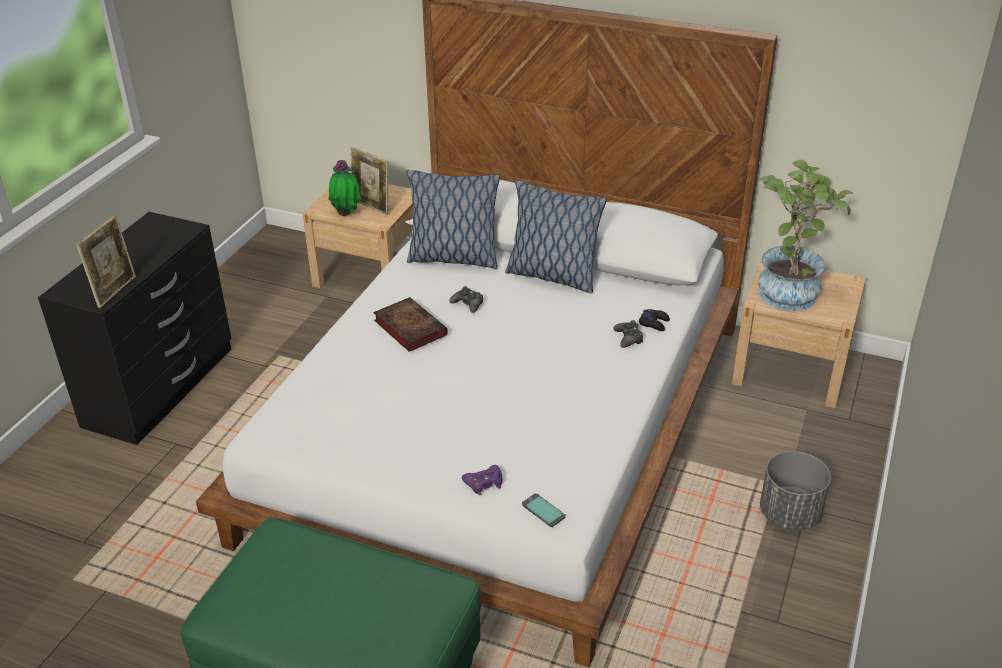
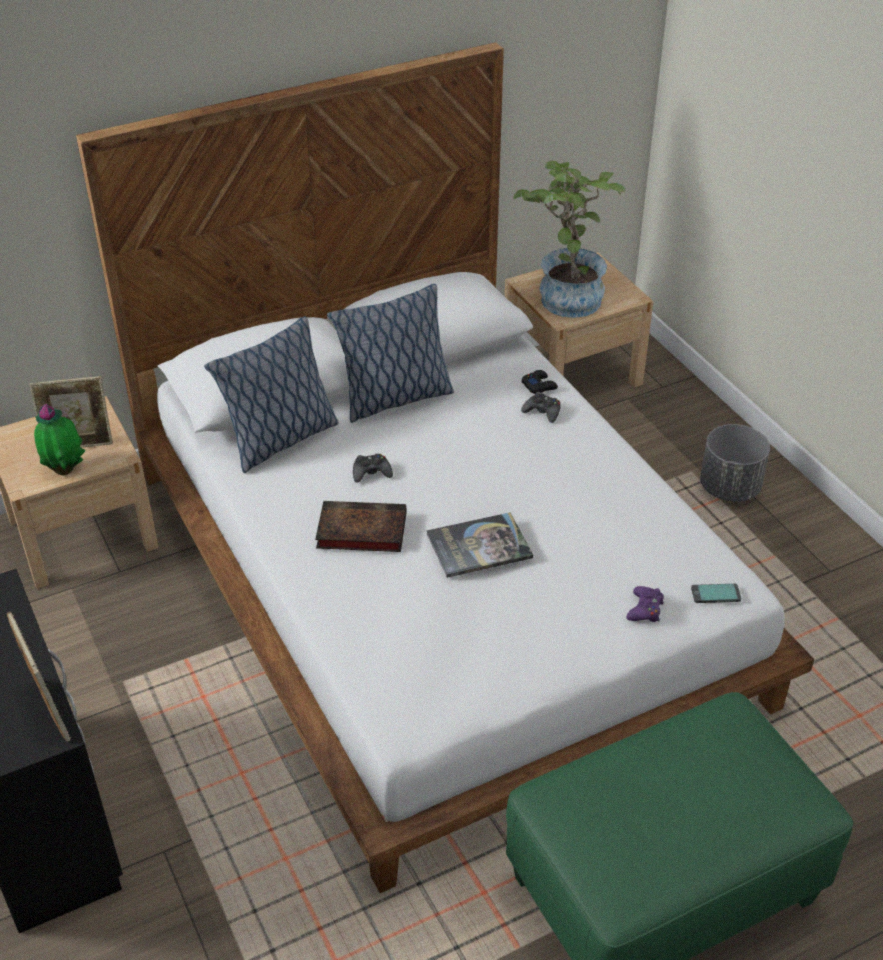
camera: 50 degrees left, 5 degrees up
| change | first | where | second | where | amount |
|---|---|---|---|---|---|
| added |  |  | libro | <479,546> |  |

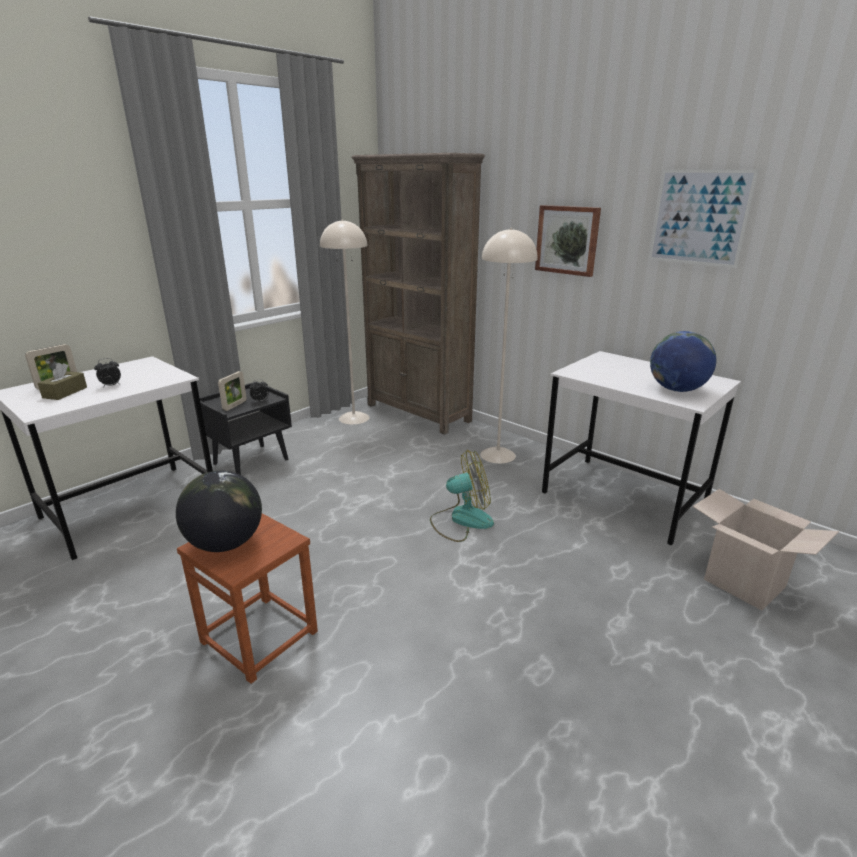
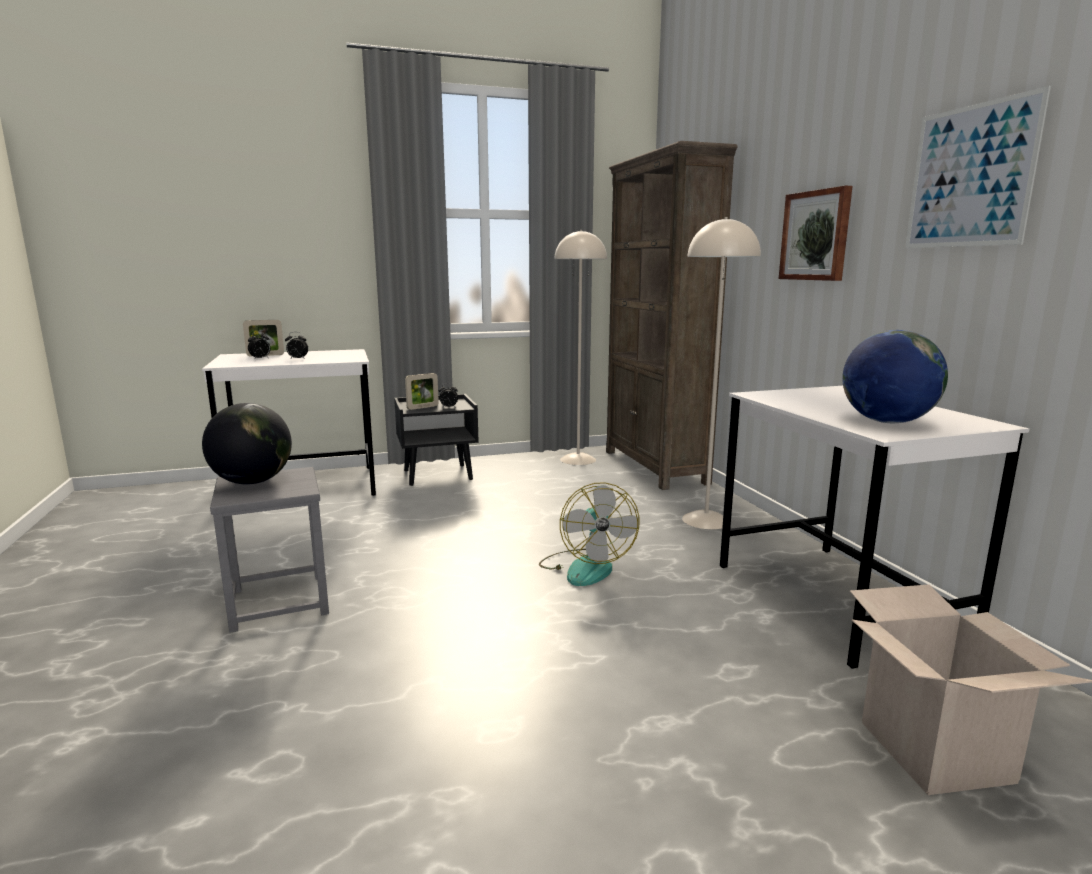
camera: 30 degrees right, 10 degrees down
| change | first | where | second | where | amount |
|---|---|---|---|---|---|
| replaced | caja de pañuelos [marrón] | <65,392> | despertador | <260,359> |  |
| turned | ventilador | <461,520> |  | <585,567> | 60 degrees clockwise |
| recoloured | taburete [marrón] | <260,636> | taburete [gris] | <280,601> |  |

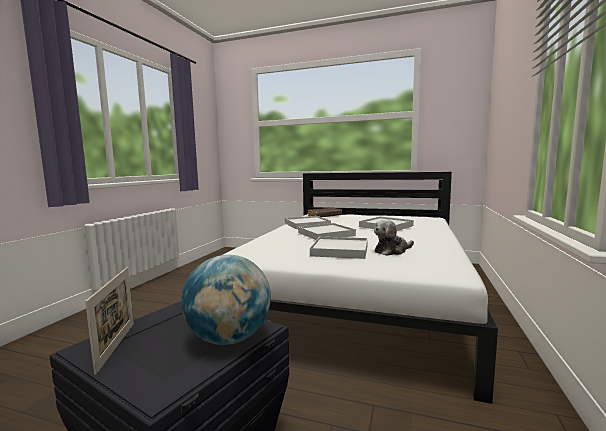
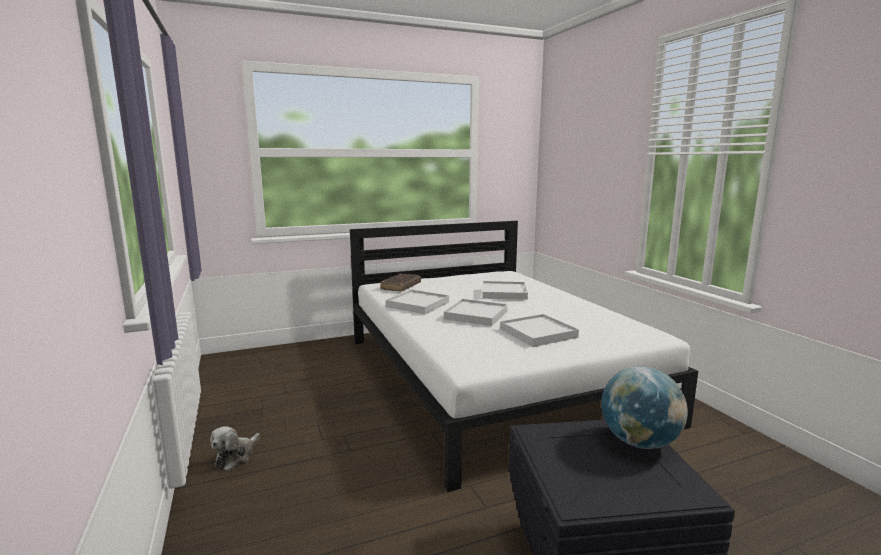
camera: 40 degrees left, 5 degrees up
| change | first | where | second | where | amount |
|---|---|---|---|---|---|
| moved | peluche | <392,251> |  | <236,457> |  |
| removed | portarretratos | <116,346> |  |  |  |

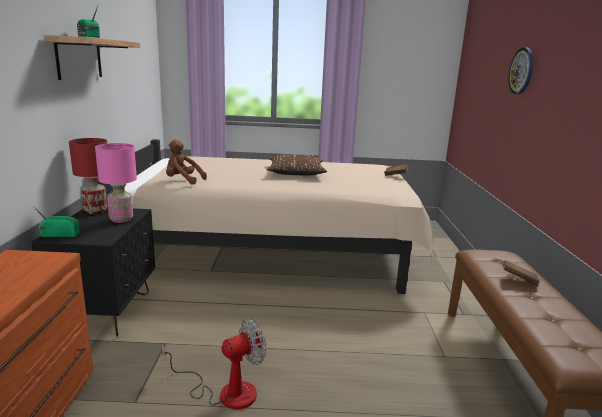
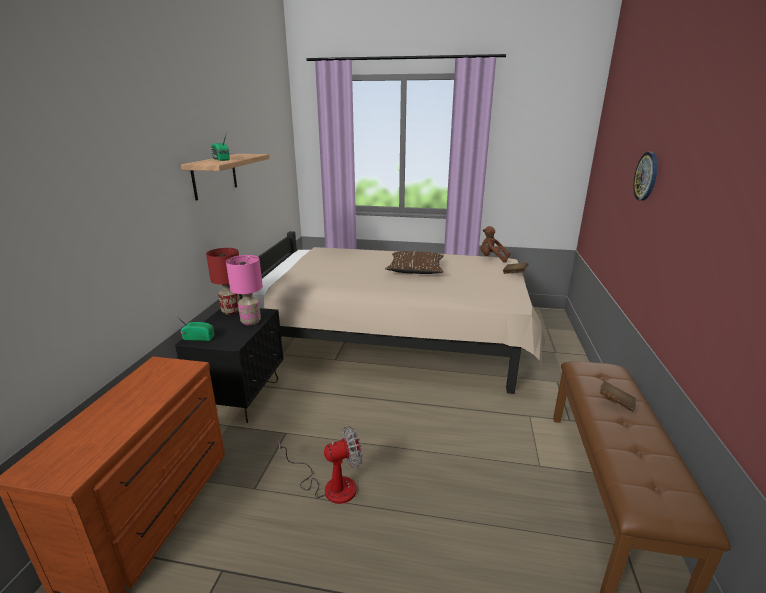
camera: 10 degrees right, 5 degrees up
| change | first | where | second | where | amount |
|---|---|---|---|---|---|
| moved | peluche [marrón] | <183,181> |  | <492,258> |  |

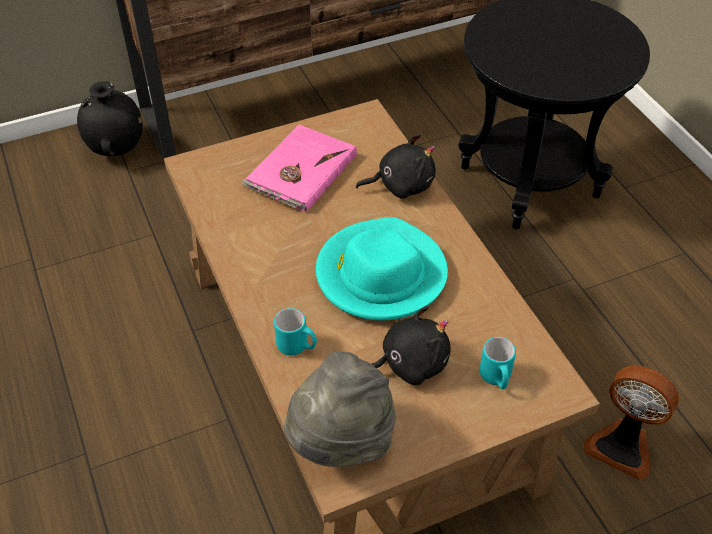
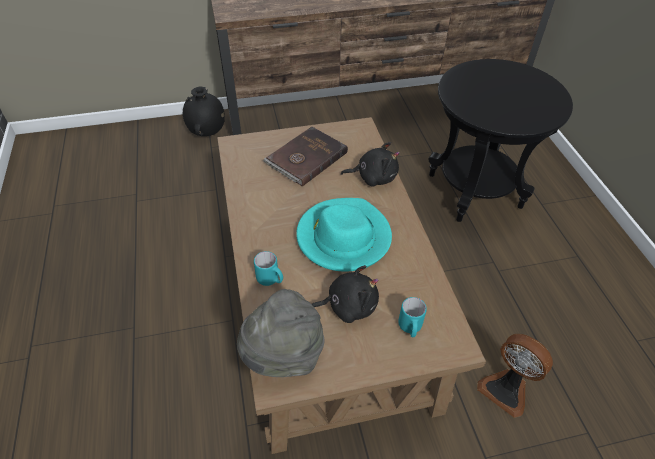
camera: 10 degrees right, 0 degrees up
| change | first | where | second | where | amount |
|---|---|---|---|---|---|
| recoloured | libro [rosa] | <300,171> | libro [marrón] | <305,158> |  |

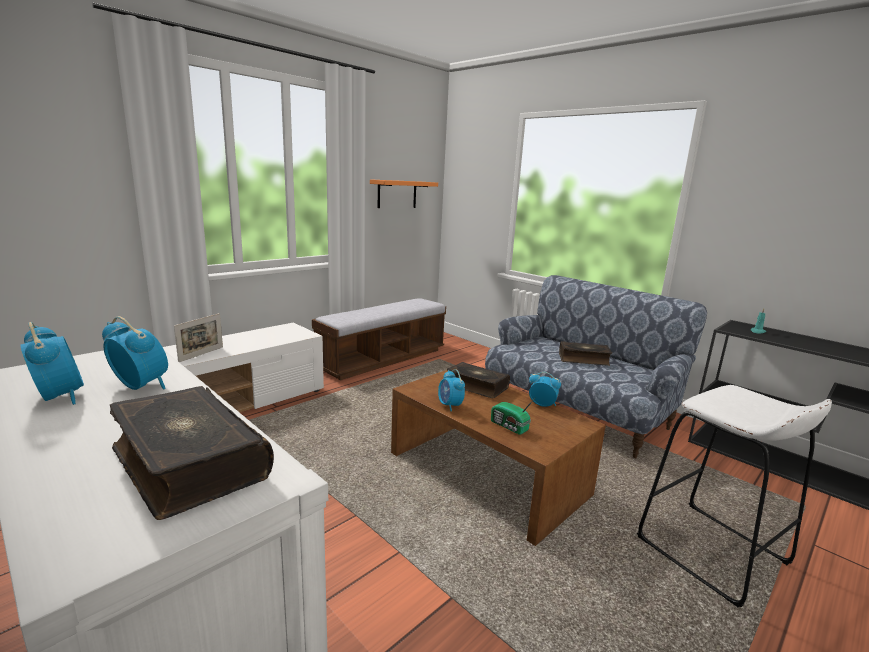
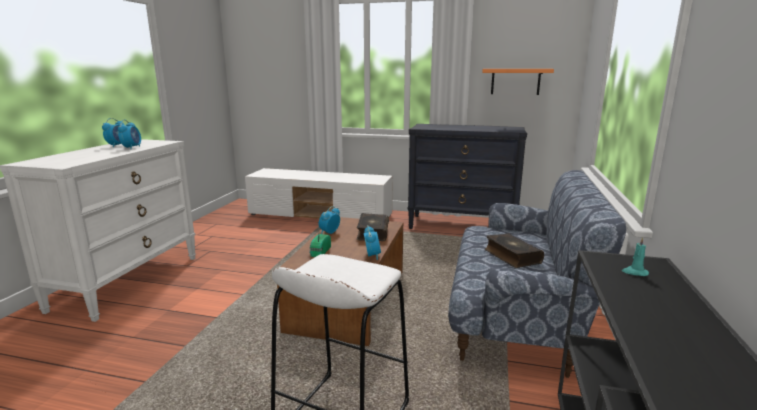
camera: 60 degrees right, 0 degrees up
| change | first | where | second | where | amount |
|---|---|---|---|---|---|
| replaced | banco | <383,359> | cómoda [negro] | <462,226> |  |
| removed | portarretratos | <201,354> |  |  |  |
| removed | libro | <187,463> |  |  |  |

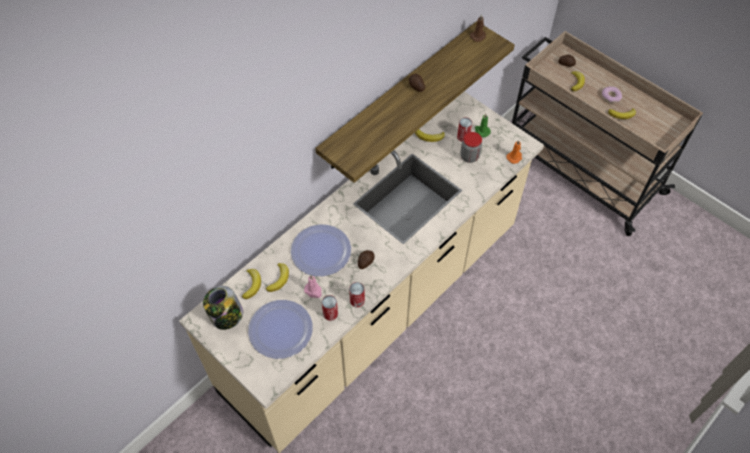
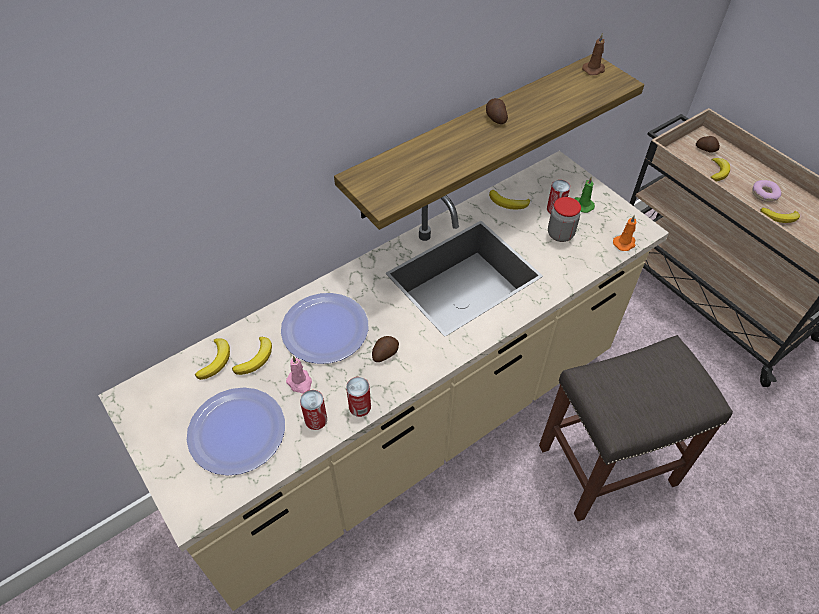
camera: 10 degrees right, 5 degrees down
| change | first | where | second | where | amount |
|---|---|---|---|---|---|
| removed | tarro | <226,317> |  |  |  |
| added |  |  | taburete [gris] | <608,463> |  |

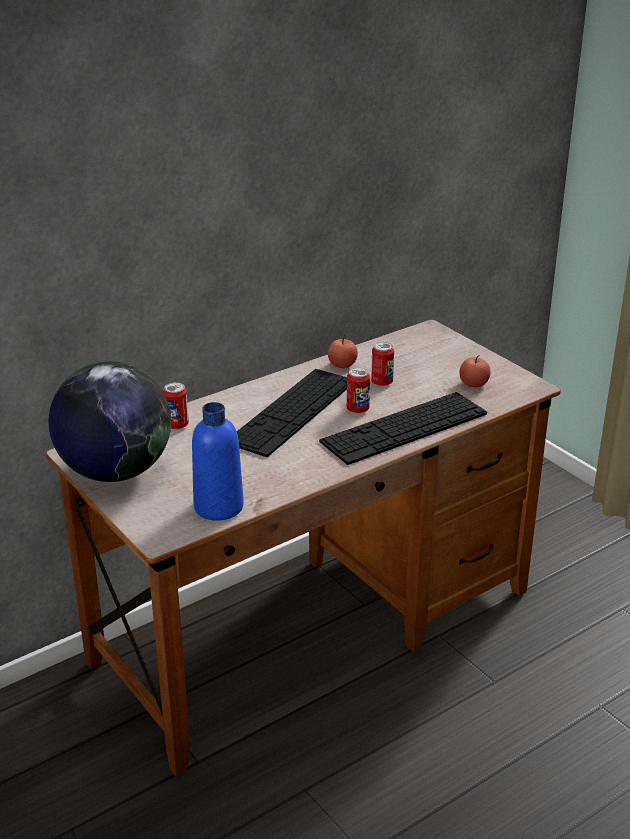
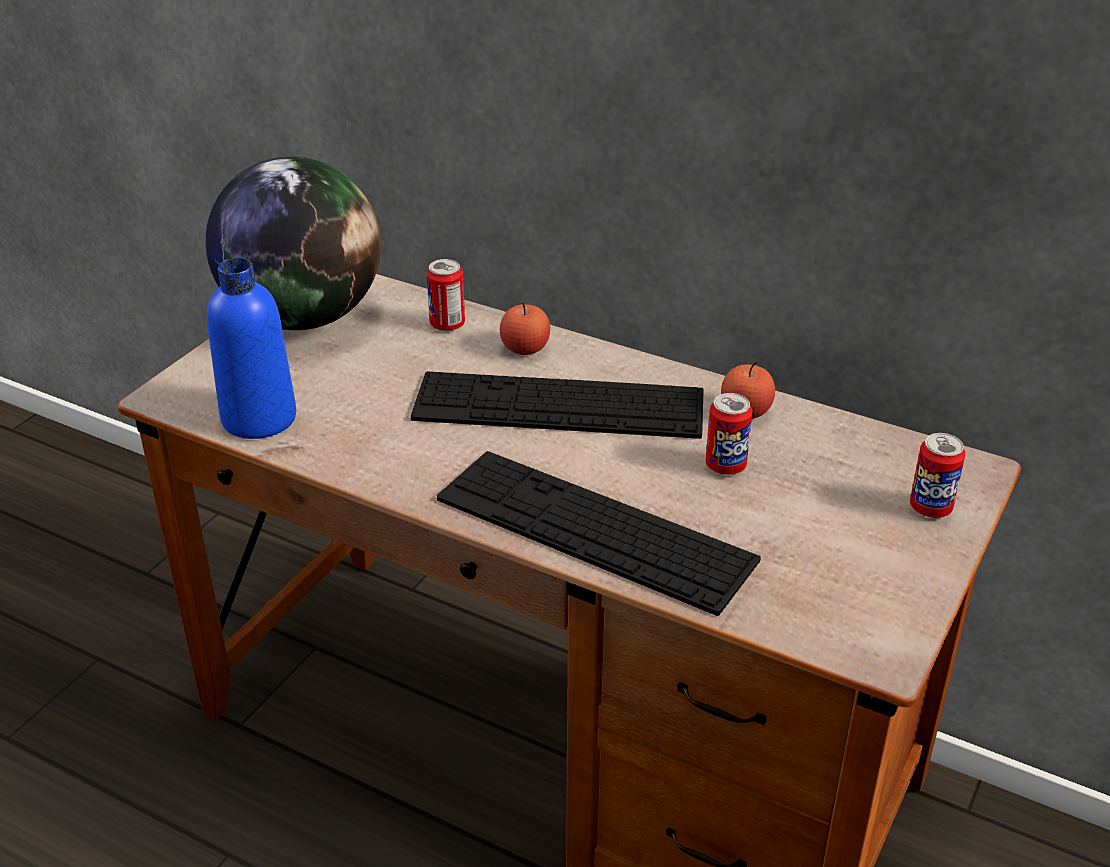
camera: 65 degrees right, 5 degrees up
| change | first | where | second | where | amount |
|---|---|---|---|---|---|
| moved | manzana | <474,384> |  | <525,349> |  |
| moved | lata | <357,409> |  | <930,508> |  |

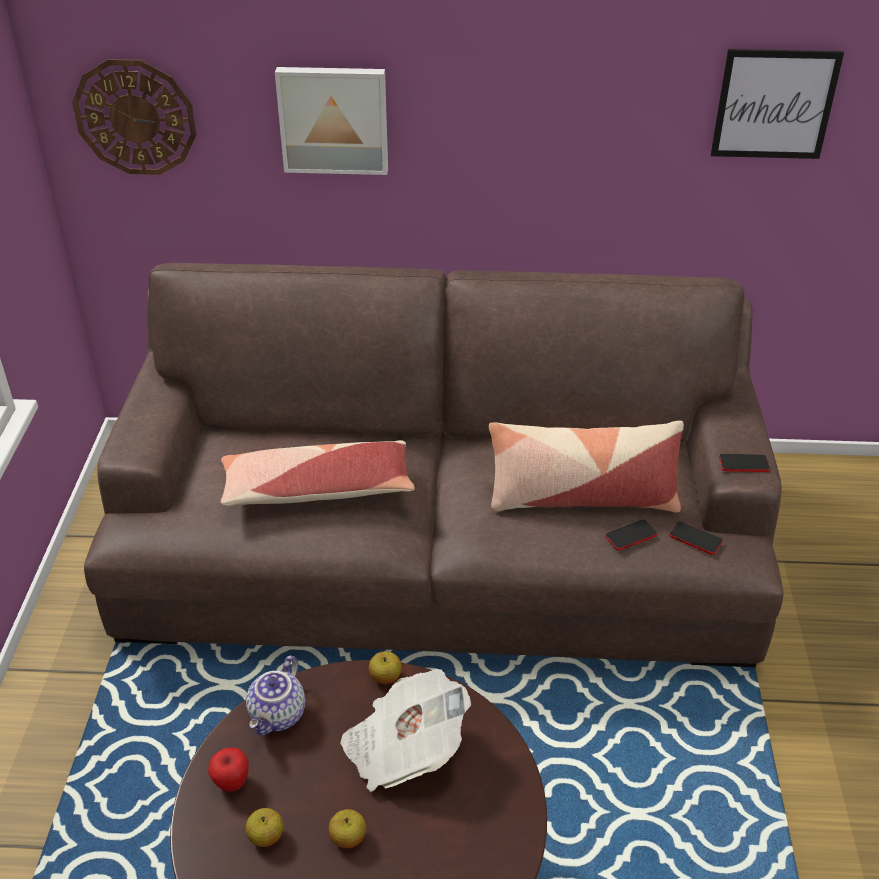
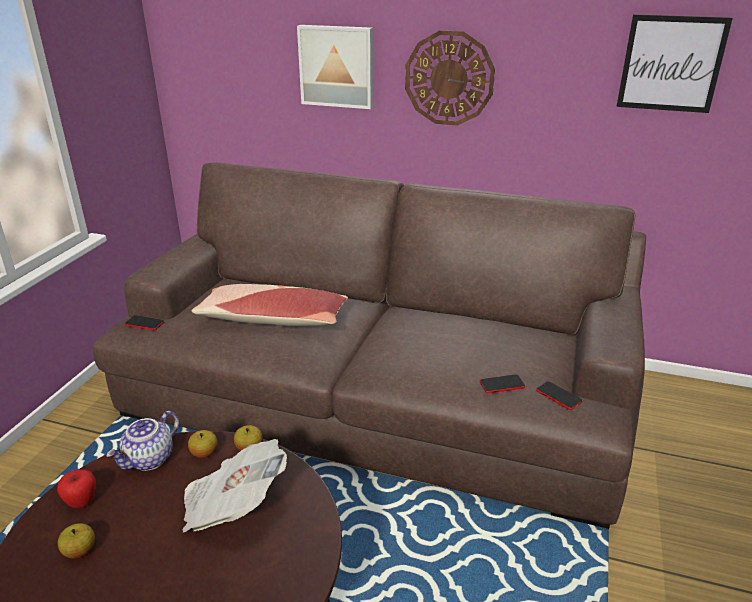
camera: 15 degrees right, 10 degrees down
| change | first | where | second | where | amount |
|---|---|---|---|---|---|
| moved | reloj de pared | <135,117> |  | <449,78> |  |
| removed | cojín | <582,497> |  |  |  |
| moved | móvil | <743,464> |  | <144,324> |  |
| moved | manzana | <348,838> |  | <204,453> |  |

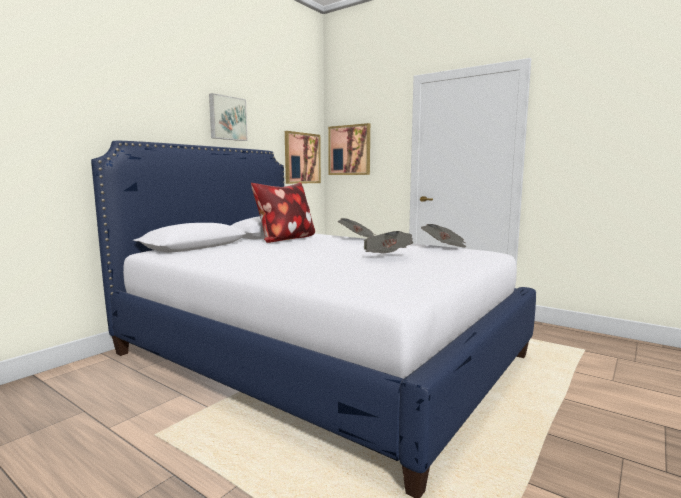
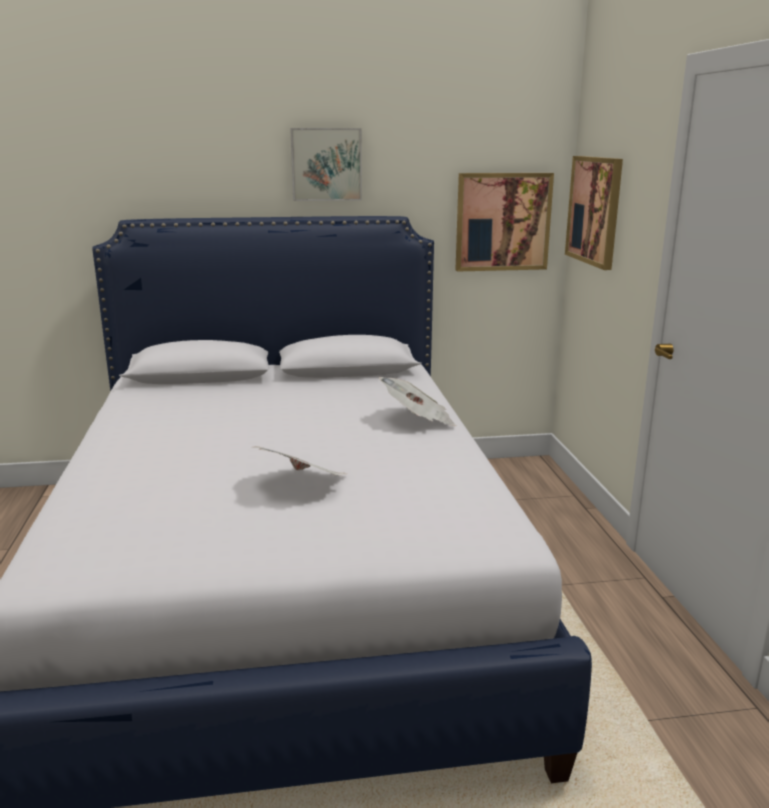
camera: 45 degrees right, 10 degrees up
| change | first | where | second | where | amount |
|---|---|---|---|---|---|
| removed | cojín | <285,239> |  |  |  |
| removed | periódico | <445,248> |  |  |  |

